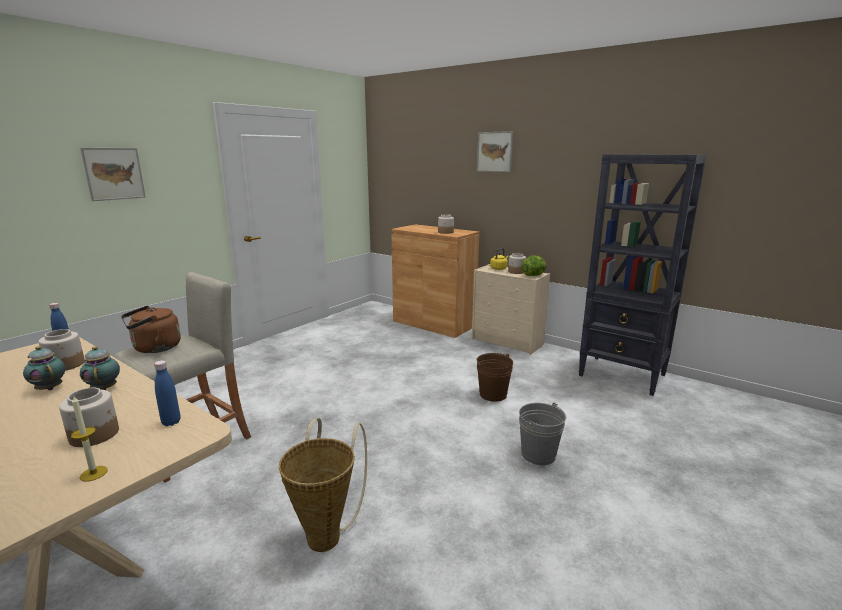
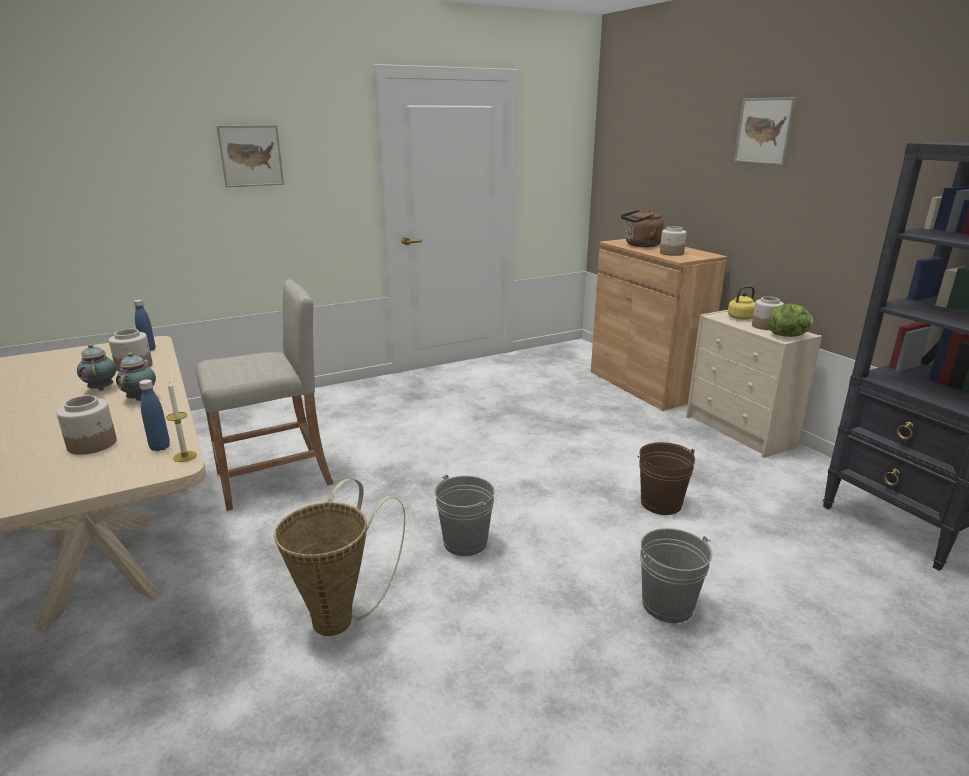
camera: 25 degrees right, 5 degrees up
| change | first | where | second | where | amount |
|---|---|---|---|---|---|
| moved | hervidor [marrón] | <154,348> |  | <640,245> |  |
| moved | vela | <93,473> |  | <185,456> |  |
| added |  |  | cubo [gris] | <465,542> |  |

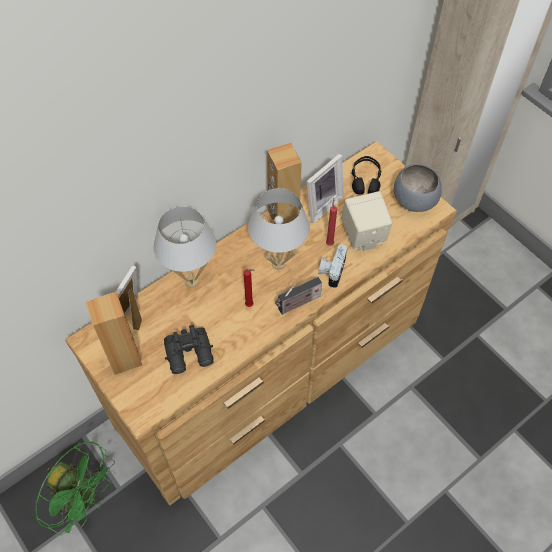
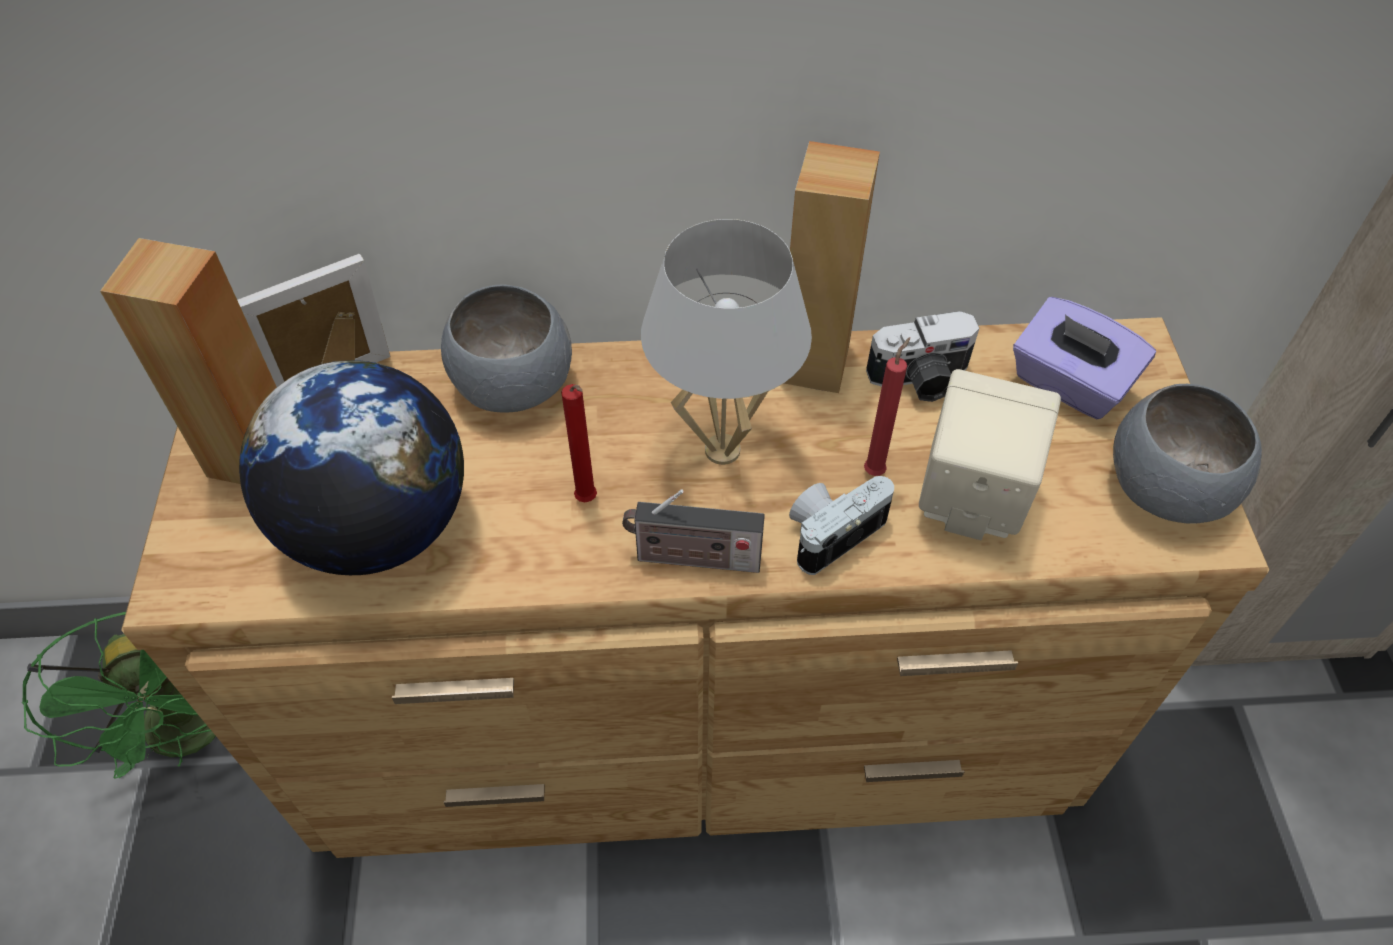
camera: 35 degrees right, 5 degrees down
| change | first | where | second | where | amount |
|---|---|---|---|---|---|
| replaced | portarretratos | <321,204> | cámara | <921,380> |  |
| replaced | auriculares [negro] | <365,180> | caja de pañuelos [morado] | <1068,384> |  |
| replaced | lámpara de mesa [blanco] | <191,281> | cuenco [gris] | <513,385> |  |
| replaced | prismáticos [negro] | <190,354> | globo terráqueo | <378,527> |  |

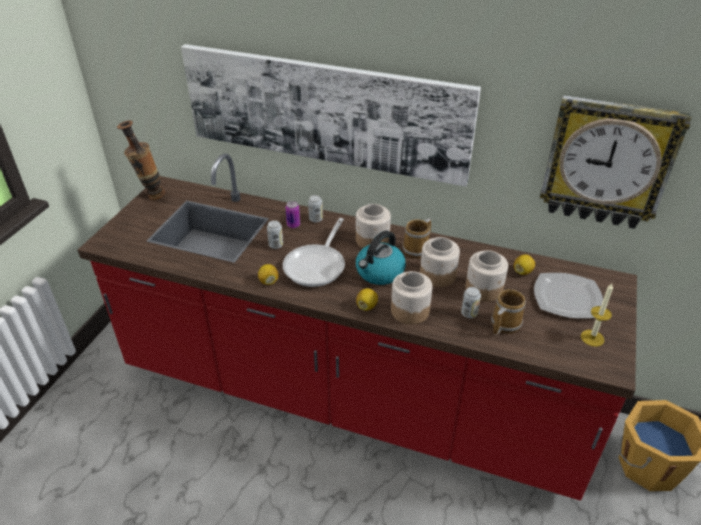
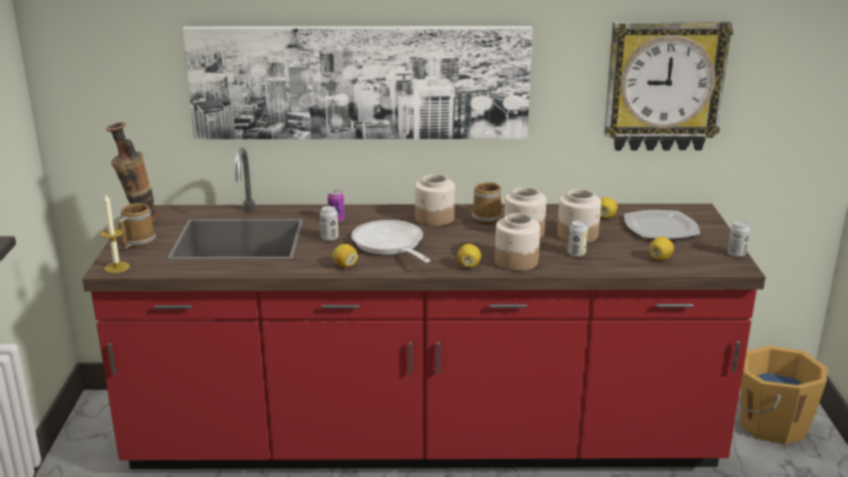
camera: 20 degrees left, 15 degrees down
| change | first | where | second | where | amount |
|---|---|---|---|---|---|
| moved | lata | <315,219> |  | <736,254> |  |
| turned | sartén | <317,265> |  | <390,245> | 150 degrees clockwise |
| removed | hervidor | <379,272> |  |  |  |
| moved | vela | <592,338> |  | <117,267> |  |
| moved | taza grande | <503,324> |  | <137,242> |  |
| added |  |  | limón | <660,258> |  |

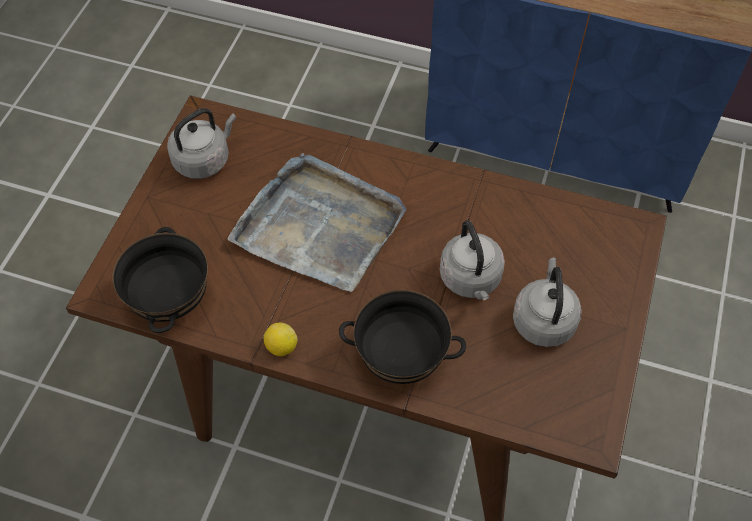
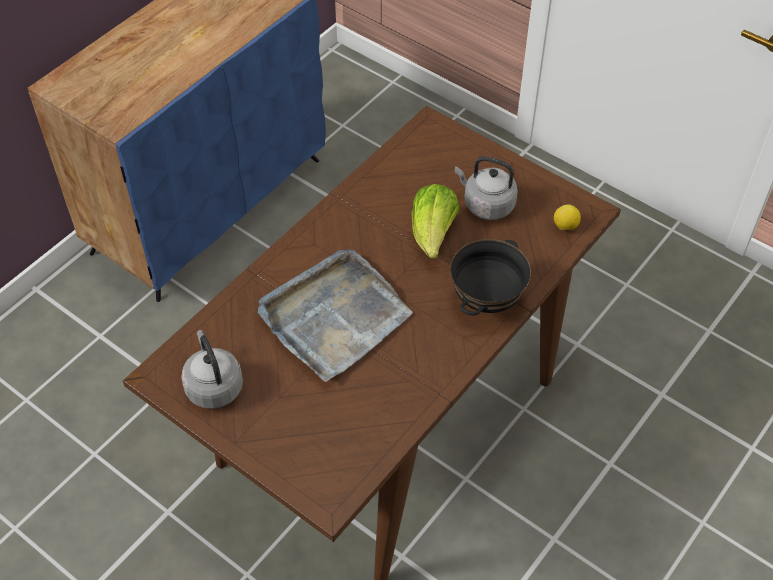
camera: 70 degrees left, 5 degrees down
| change | first | where | second | where | amount |
|---|---|---|---|---|---|
| replaced | hervidor [gris] | <471,280> | lechuga | <433,235> |  |
| removed | cuenco [negro] | <172,301> |  |  |  |
| moved | limón | <281,347> |  | <565,226> |  |

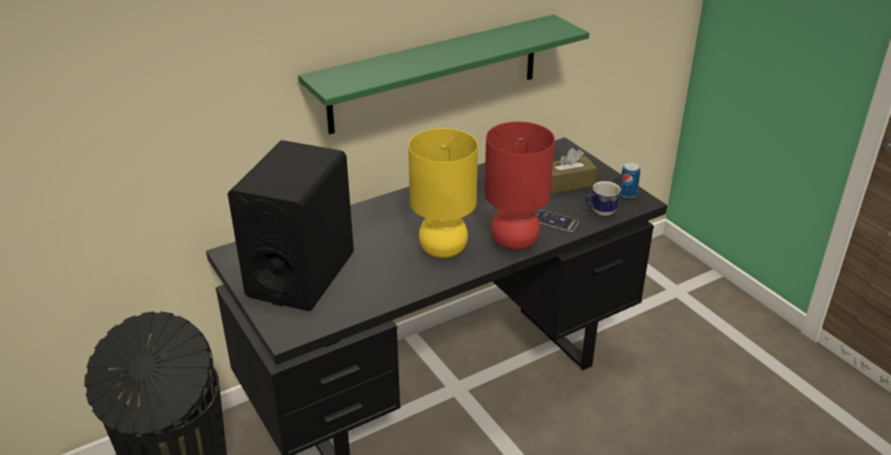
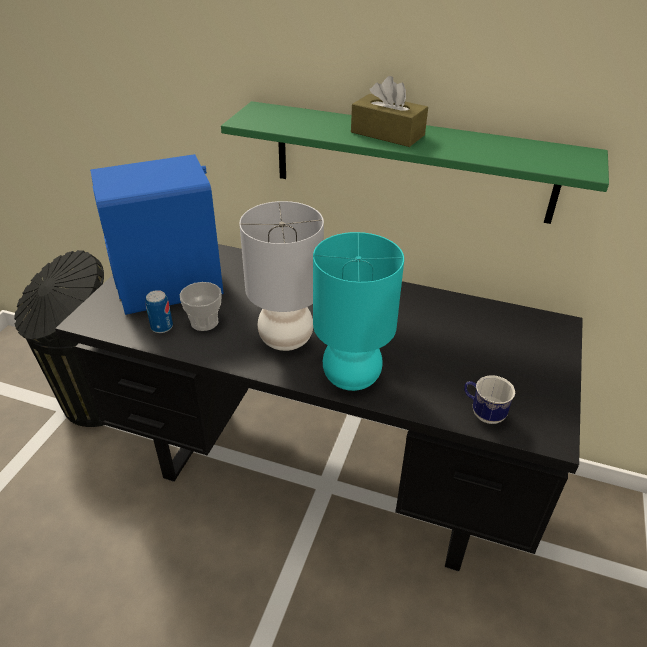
camera: 50 degrees right, 5 degrees up
| change | first | where | second | where | amount |
|---|---|---|---|---|---|
| recoloured | lámpara de mesa [rojo] | <514,241> | lámpara de mesa [turquesa] | <352,377> |  |
| recoloured | lámpara de mesa [amarillo] | <443,249> | lámpara de mesa [gris] | <286,339> |  |
| recoloured | altavoz [negro] | <301,274> | altavoz [azul] | <170,286> |  |
| moved | caja de pañuelos [marrón] | <567,183> |  | <387,134> |  |
| moved | lata | <627,194> |  | <162,327> |  |
| removed | móvil | <556,221> |  |  |  |
| added |  |  | taza | <204,322> |  |

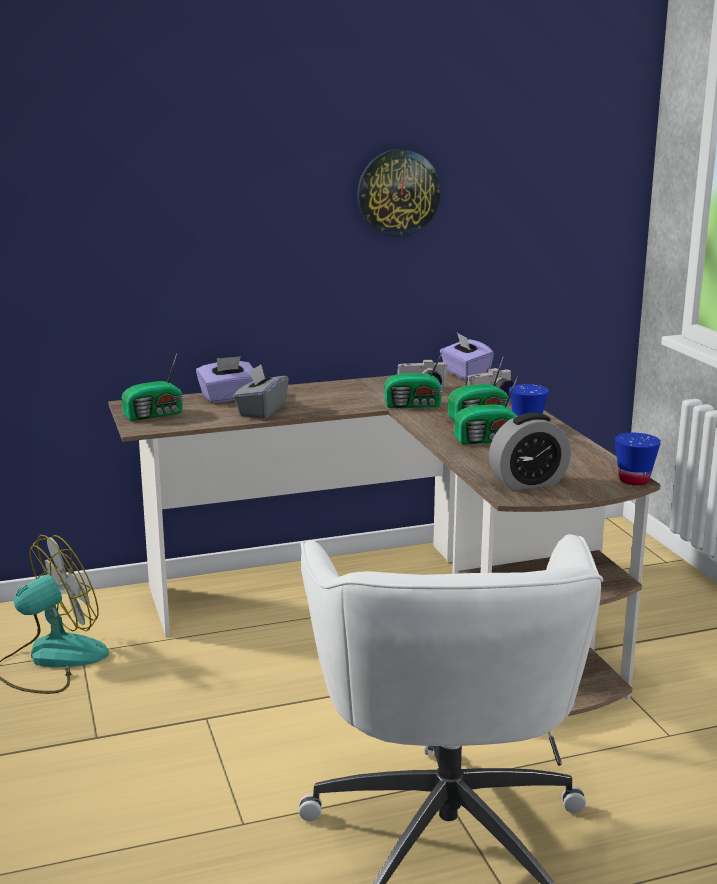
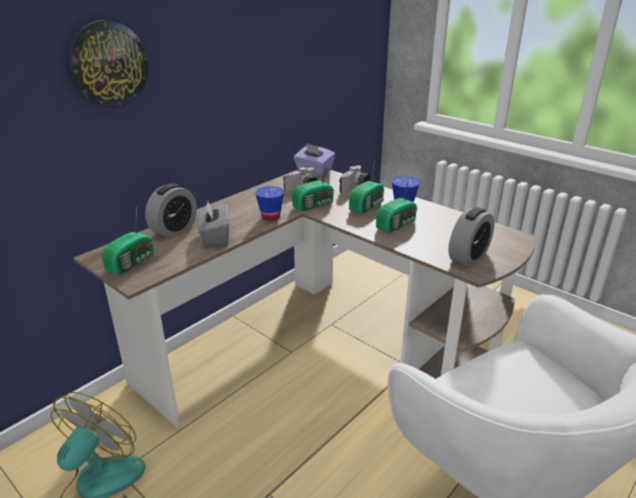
camera: 30 degrees left, 10 degrees up
| change | first | where | second | where | amount |
|---|---|---|---|---|---|
| moved | reloj de pared | <397,193> |  | <108,64> |  |
| replaced | caja de pañuelos [morado] | <228,397> | despertador | <174,229> |  |
| moved | taza [azul] | <634,480> |  | <270,217> |  |

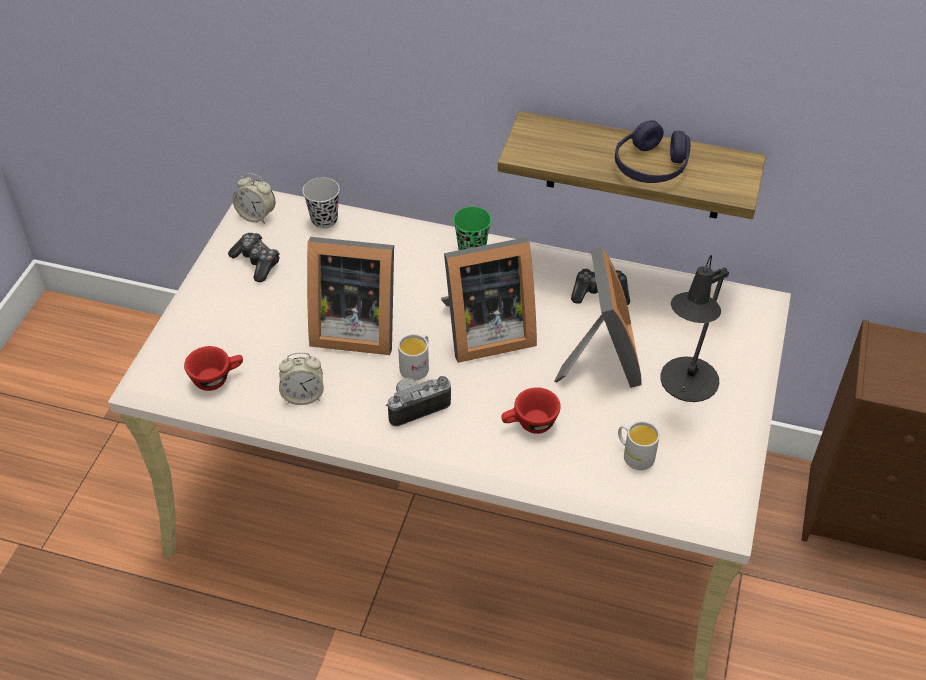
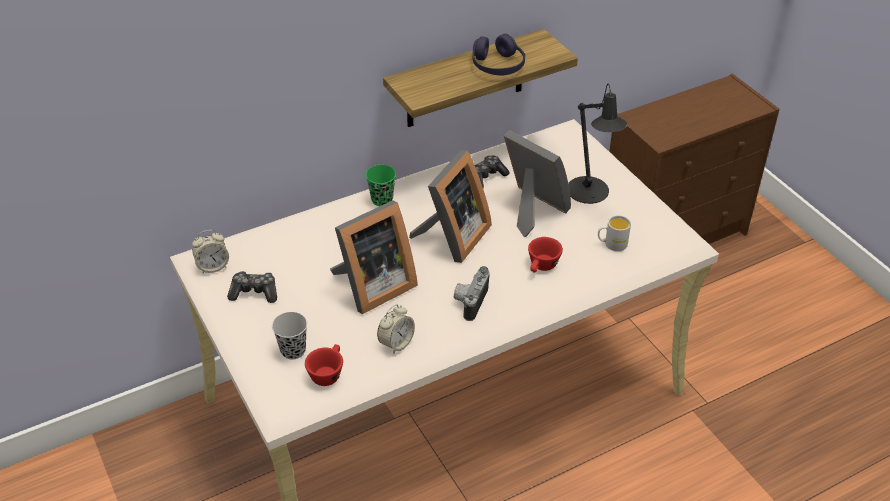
camera: 45 degrees left, 5 degrees down
| change | first | where | second | where | amount |
|---|---|---|---|---|---|
| moved | taza [negro] | <324,220> |  | <293,350> |  |
| removed | taza grande [blanco] | <417,366> |  |  |  |

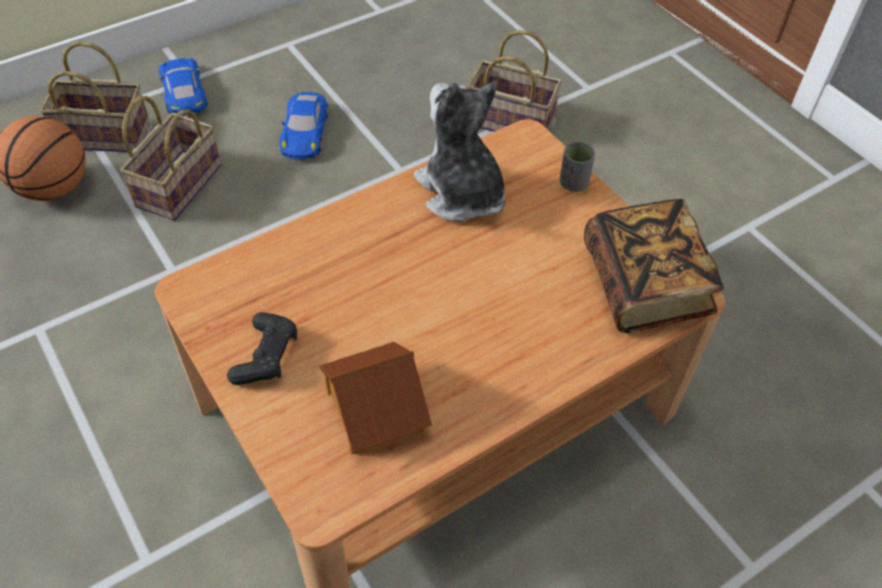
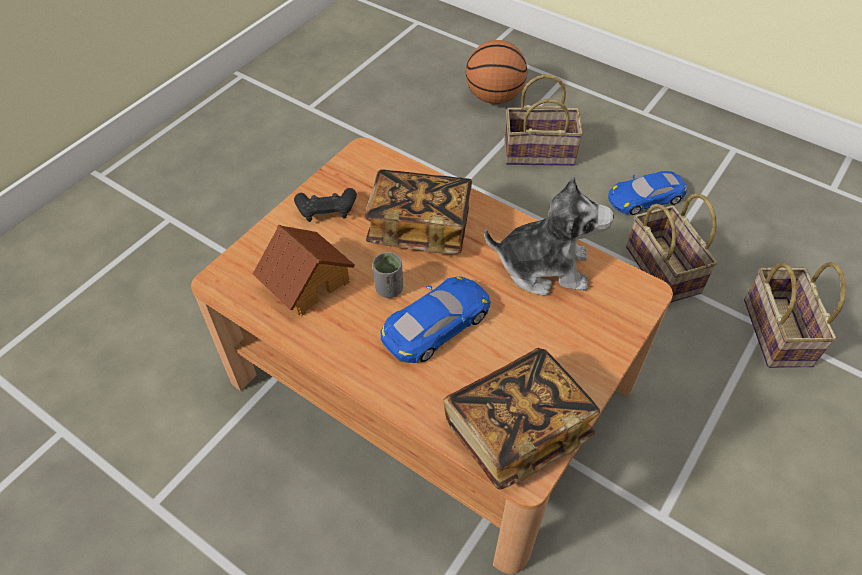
camera: 70 degrees right, 0 degrees up
| change | first | where | second | where | amount |
|---|---|---|---|---|---|
| moved | cesta | <107,135> |  | <665,271> |  |
| moved | coche de juguete [azul] | <184,92> |  | <436,324> |  |
| turned | peluche | <461,193> |  | <544,267> | 60 degrees clockwise |
| moved | taza [gris] | <573,183> |  | <389,288> |  |
| added |  |  | libro | <420,227> |  |

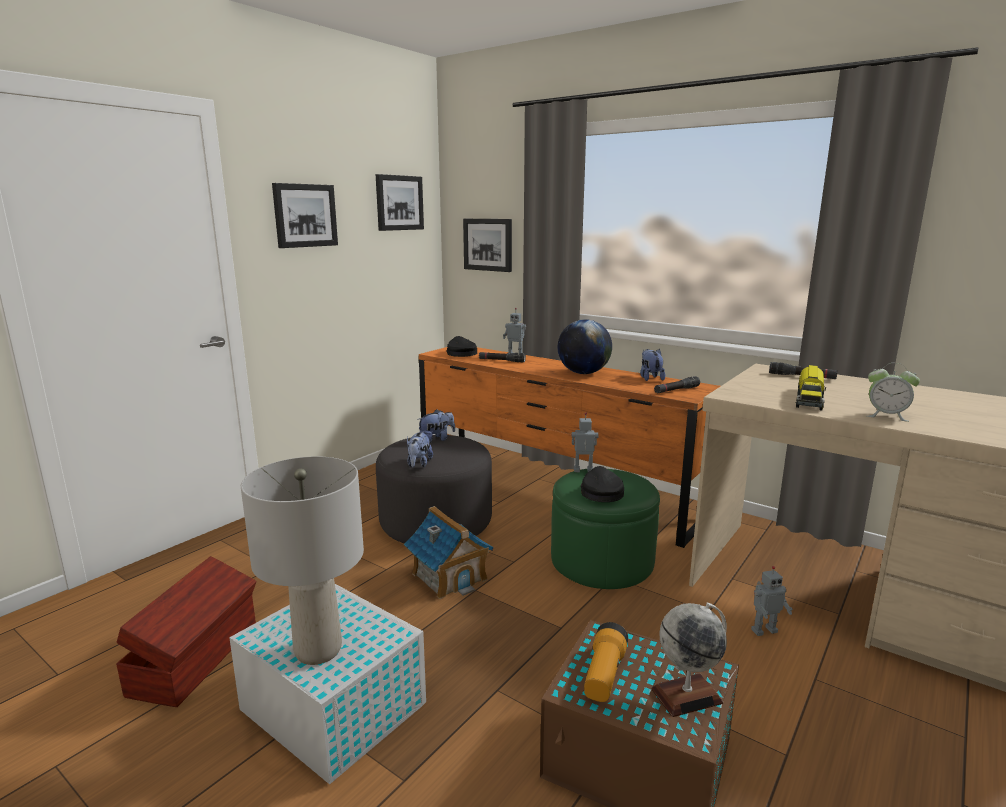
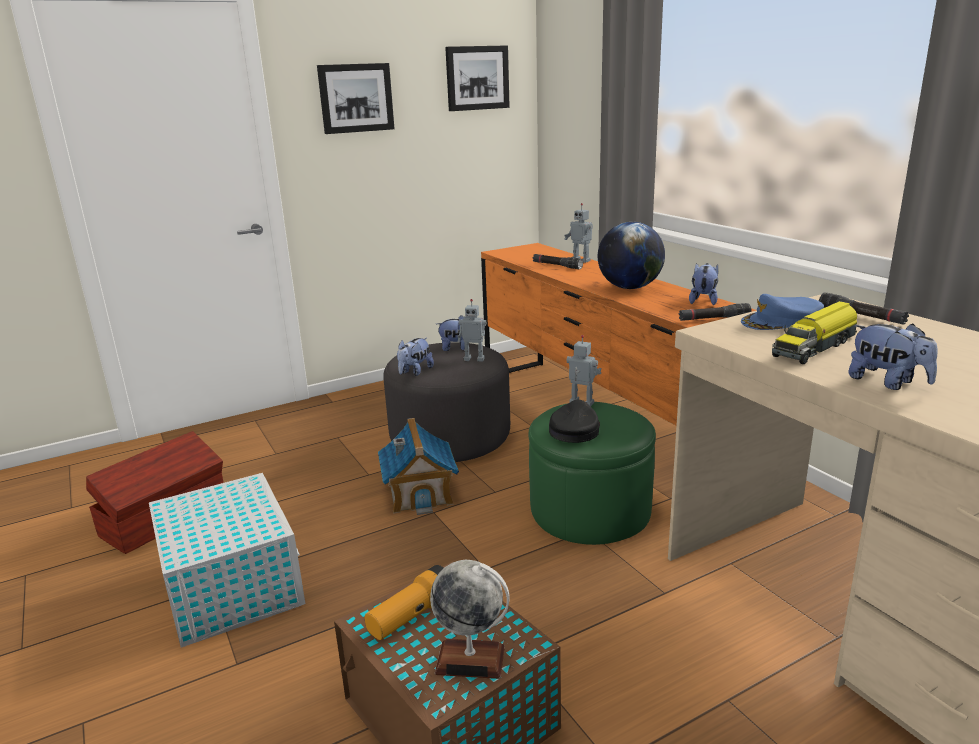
camera: 25 degrees right, 5 degrees up
| change | first | where | second | where | amount |
|---|---|---|---|---|---|
| removed | cuadro | <488,244> |  |  |  |
| removed | gorra [negro] | <461,353> |  |  |  |
| replaced | despertador | <886,416> | peluche | <887,382> |  |
| removed | lámpara de mesa [gris] | <318,649> |  |  |  |
| moved | robot de juguete | <763,630> |  | <474,359> |  |
| added |  |  | gorra [azul] | <781,322> |  |

